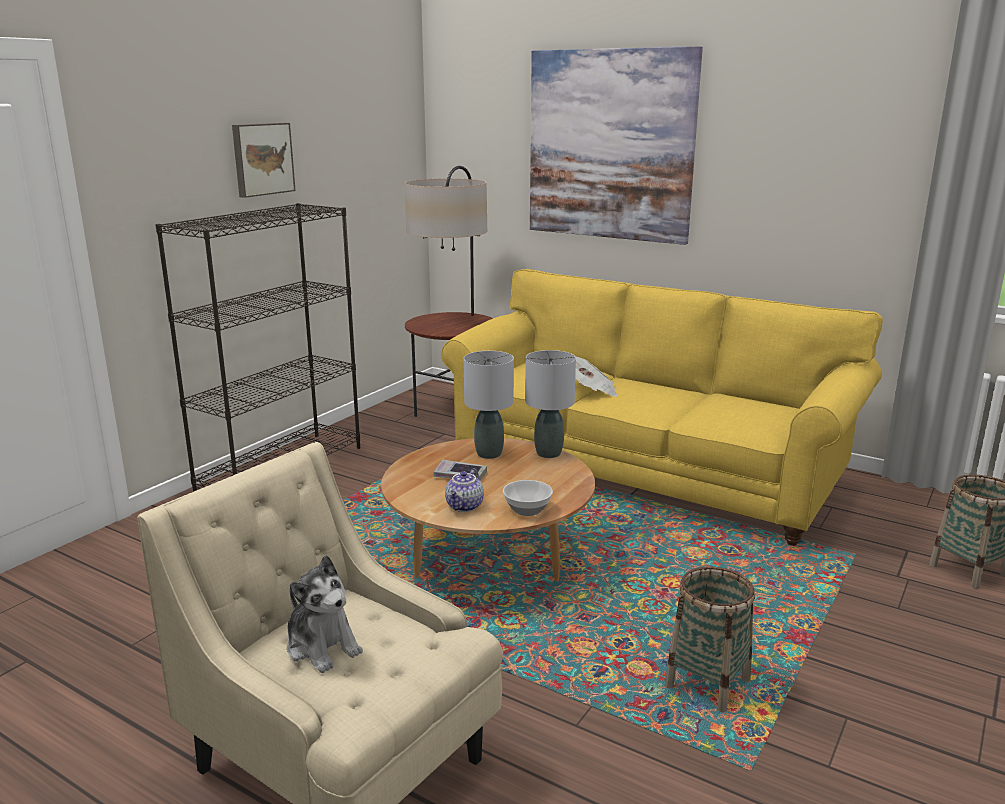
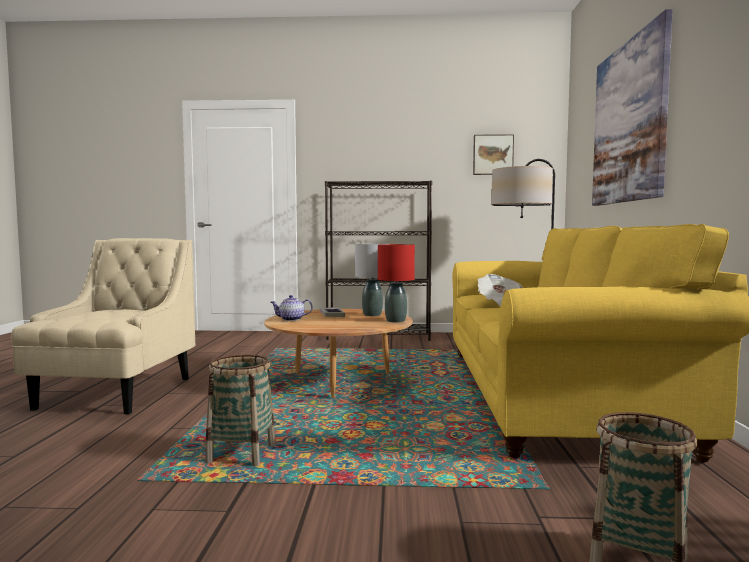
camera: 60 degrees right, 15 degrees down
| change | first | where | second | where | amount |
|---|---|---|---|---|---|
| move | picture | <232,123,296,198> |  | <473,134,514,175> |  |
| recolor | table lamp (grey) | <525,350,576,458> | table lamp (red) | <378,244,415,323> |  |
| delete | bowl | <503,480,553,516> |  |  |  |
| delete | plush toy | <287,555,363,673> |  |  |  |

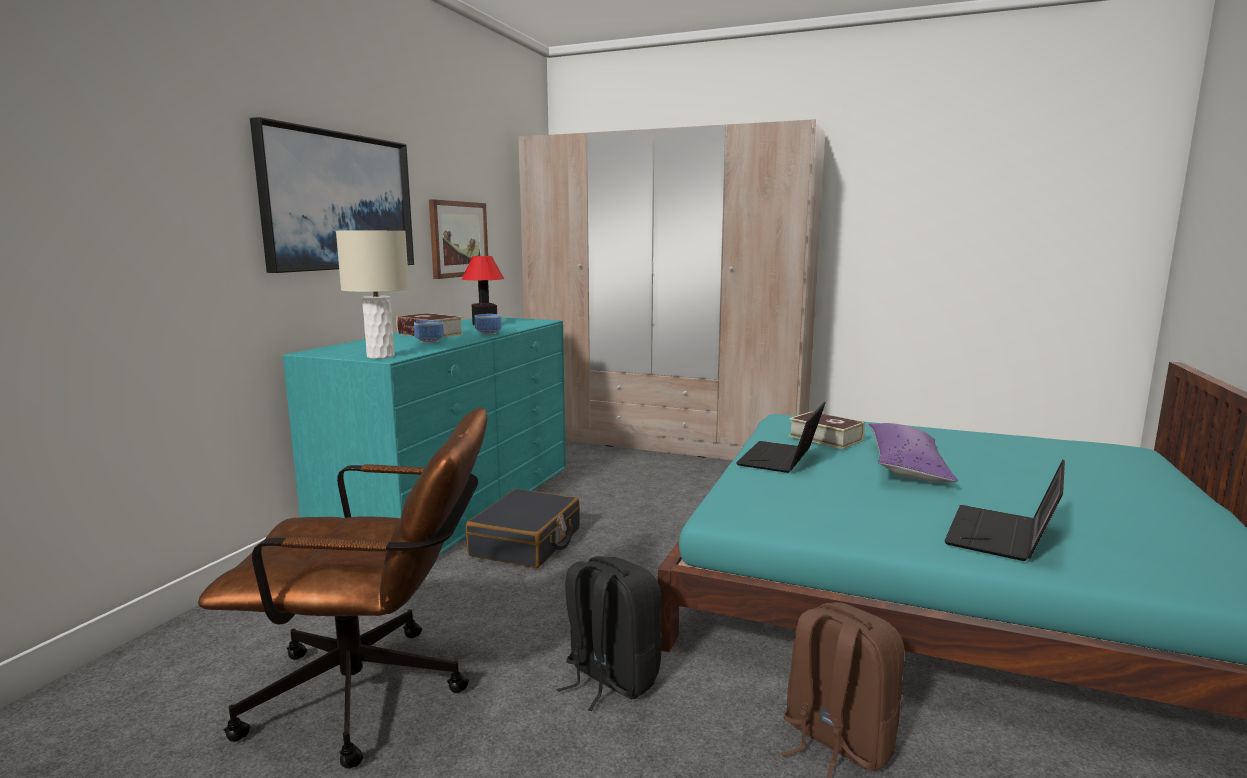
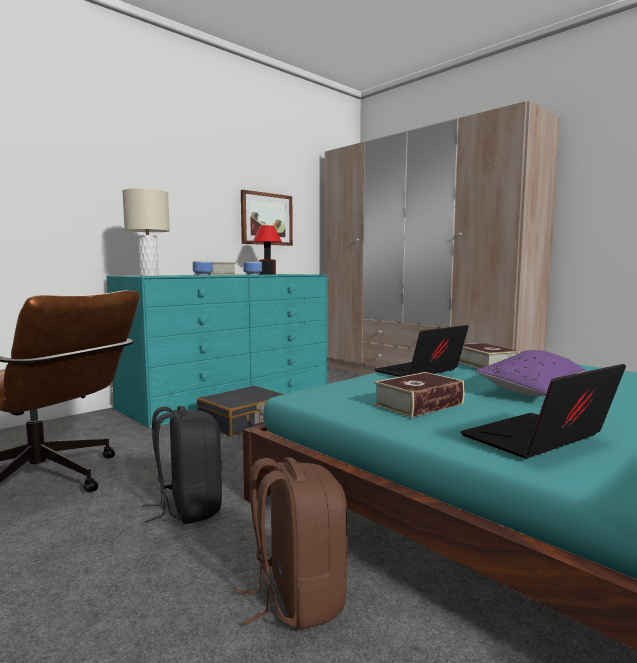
camera: 25 degrees right, 5 degrees down
| change | first | where | second | where | amount |
|---|---|---|---|---|---|
| delete | picture | <250,117,414,273> |  |  |  |
| insert |  |  | book | <374,372,465,418> |  |

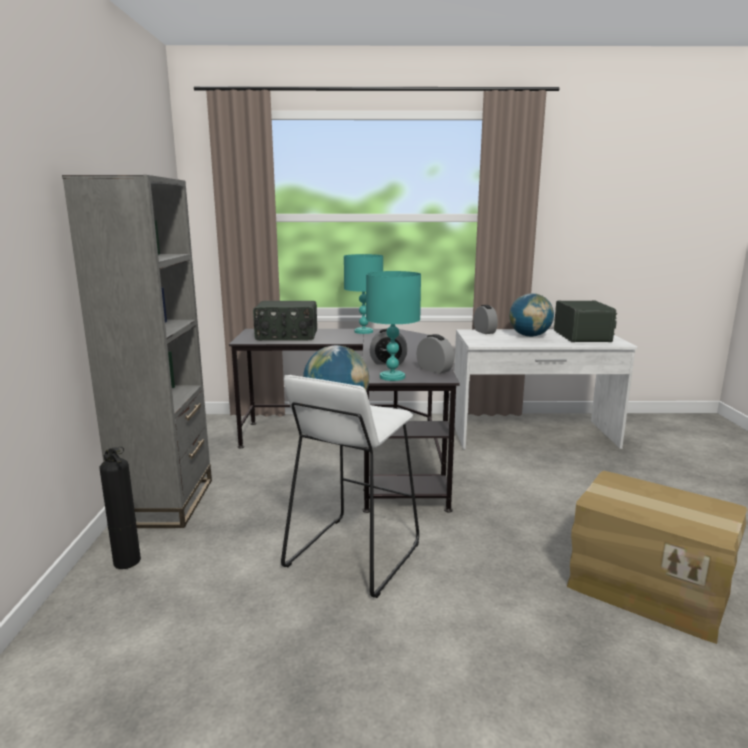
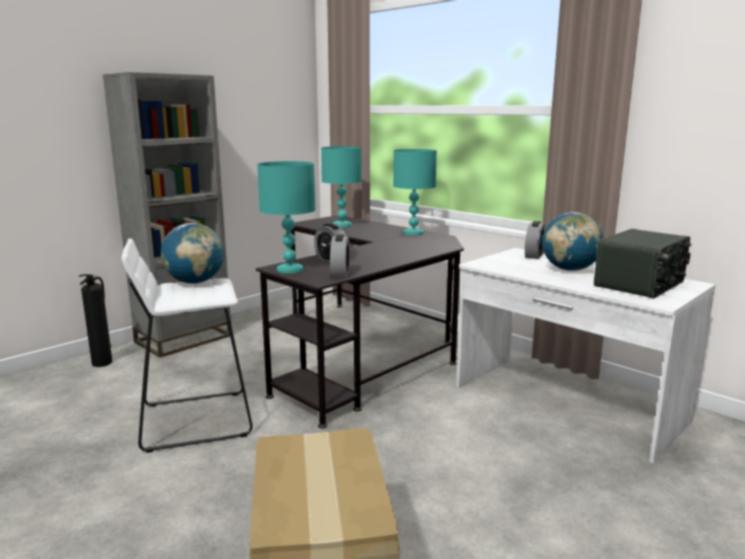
camera: 45 degrees right, 0 degrees up
| change | first | where | second | where | amount |
|---|---|---|---|---|---|
| replace | radio | <253,301,317,341> | table lamp (turquoise) | <321,146,362,227> |  |

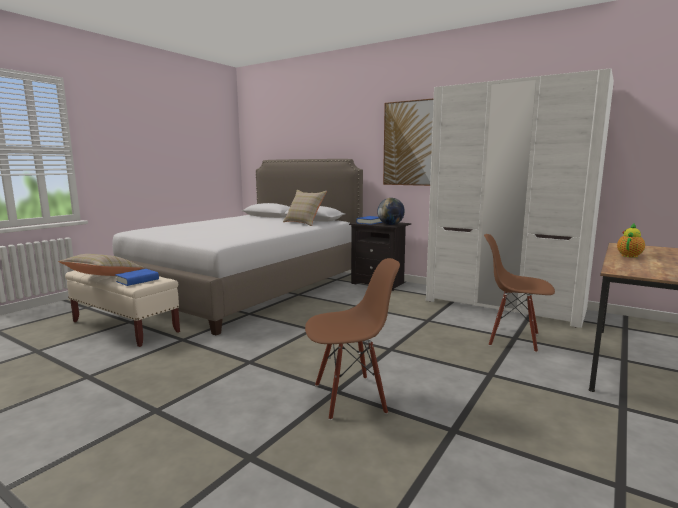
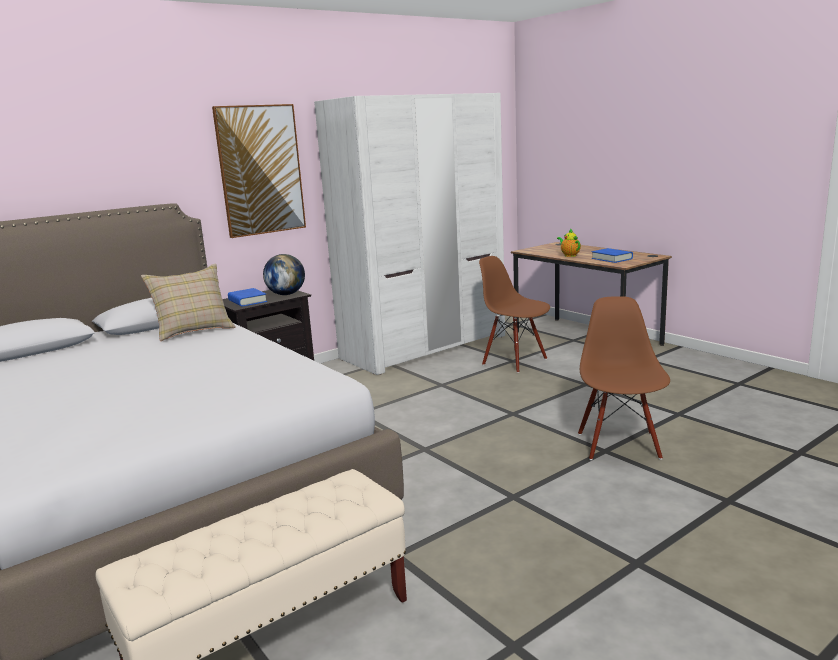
camera: 70 degrees left, 5 degrees up
| change | first | where | second | where | amount |
|---|---|---|---|---|---|
| rotate | chair (brown) | <484,234,555,352> |  | <479,256,550,373> | 90 degrees clockwise |
| delete | pillow (beige) | <58,254,144,276> |  |  |  |
| move | book (blue) | <115,269,159,286> |  | <591,248,633,263> |  |

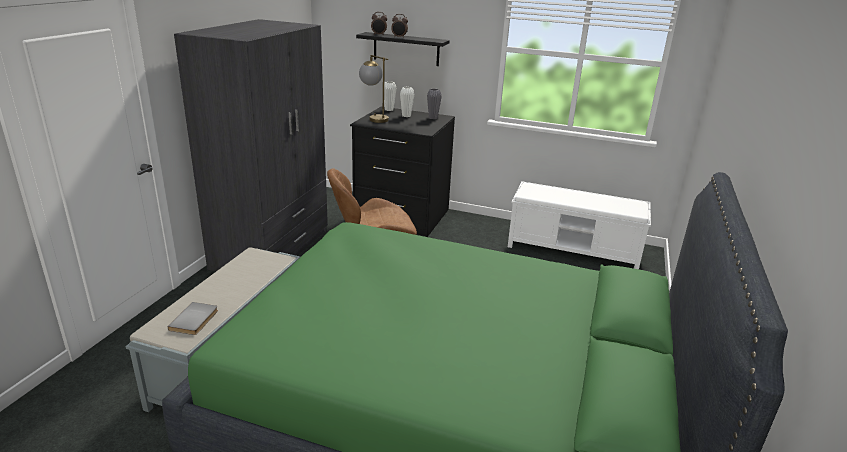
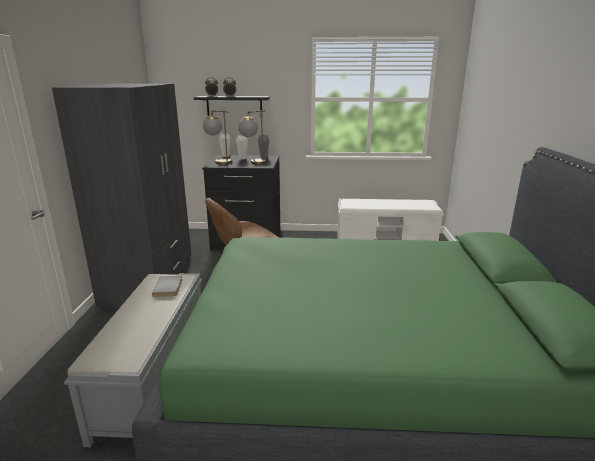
camera: 15 degrees left, 5 degrees down
| change | first | where | second | where | amount |
|---|---|---|---|---|---|
| move | book (grey) | <168,302,218,335> |  | <152,276,182,297> |  |
| insert |  |  | table lamp | <238,110,266,165> |  |

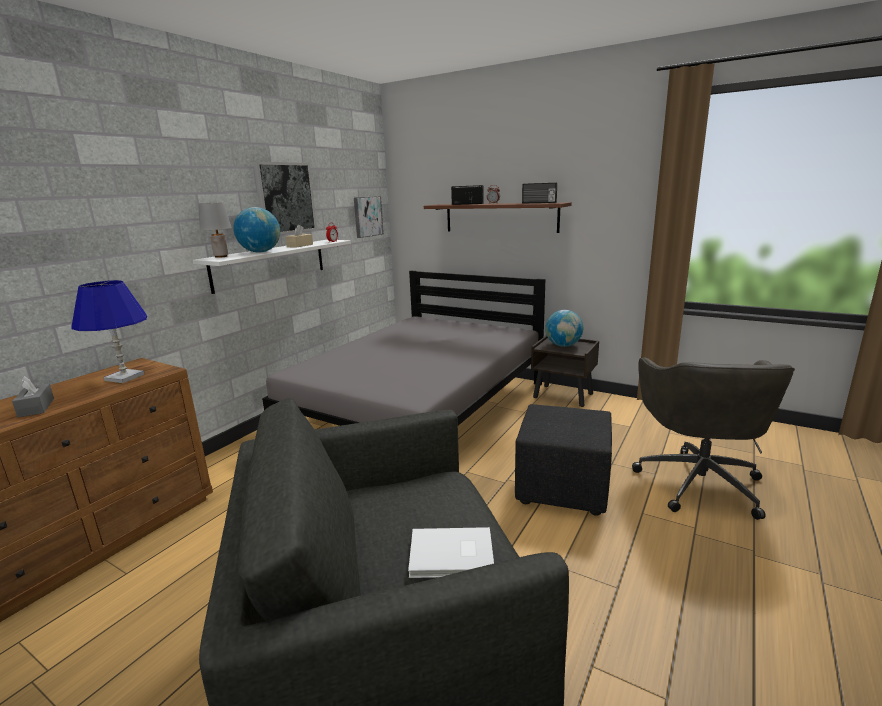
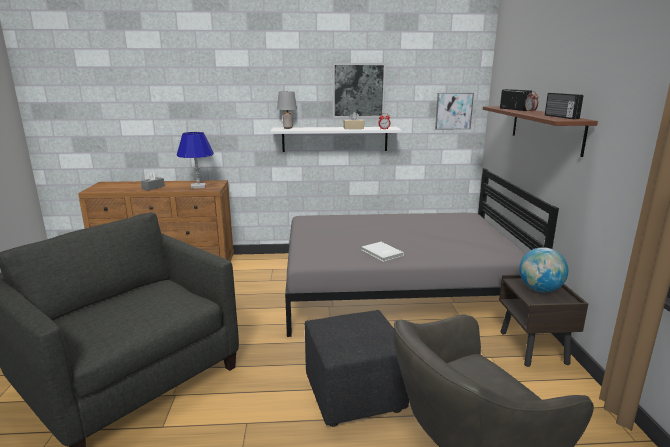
camera: 55 degrees right, 0 degrees up
| change | first | where | second | where | amount |
|---|---|---|---|---|---|
| delete | globe | <233,207,280,253> |  |  |  |
| move | book (white) | <408,527,494,578> |  | <362,242,404,262> |  |

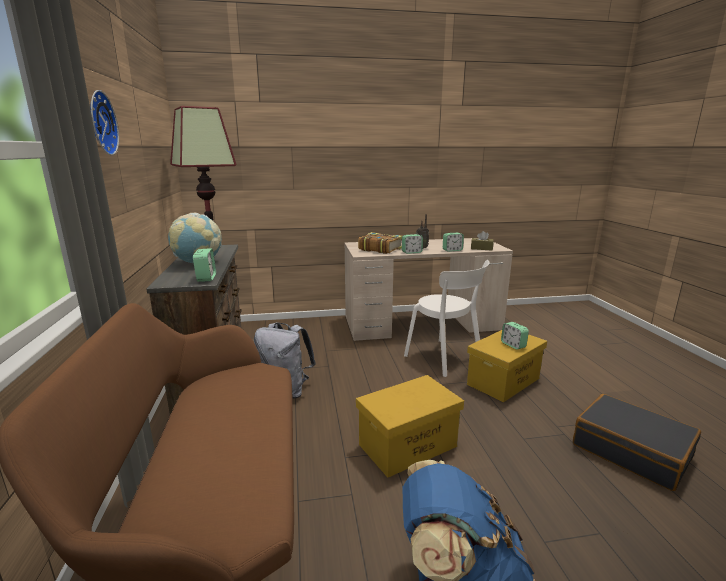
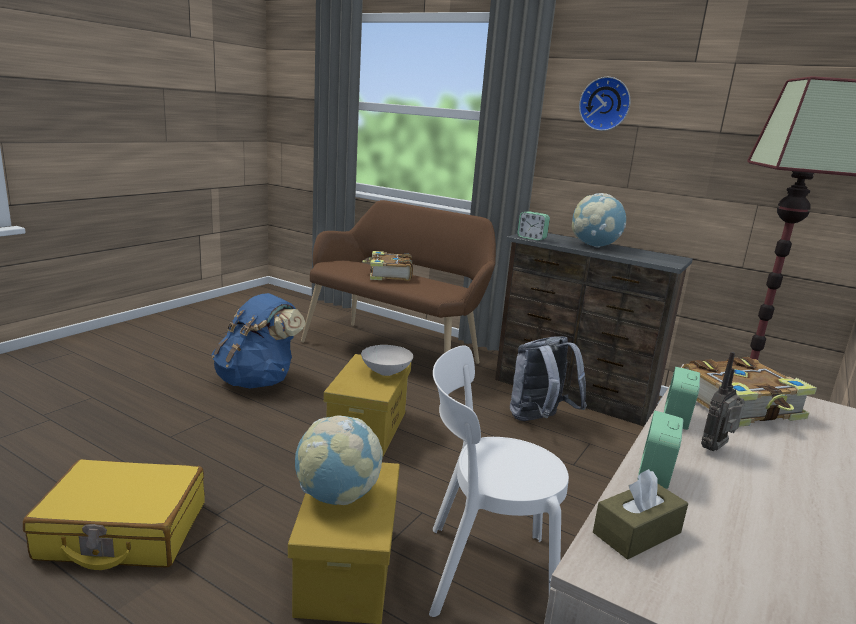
camera: 130 degrees right, 0 degrees up
| change | first | where | second | where | amount |
|---|---|---|---|---|---|
| replace | alarm clock | <501,322,529,349> | globe | <295,415,383,505> |  |
| recolor | suitcase (black) | <573,394,701,491> | suitcase (yellow) | <23,459,205,570> |  |
| insert |  |  | book | <362,251,413,281> |  |
| insert |  |  | bowl (white) | <361,345,413,376> |  |

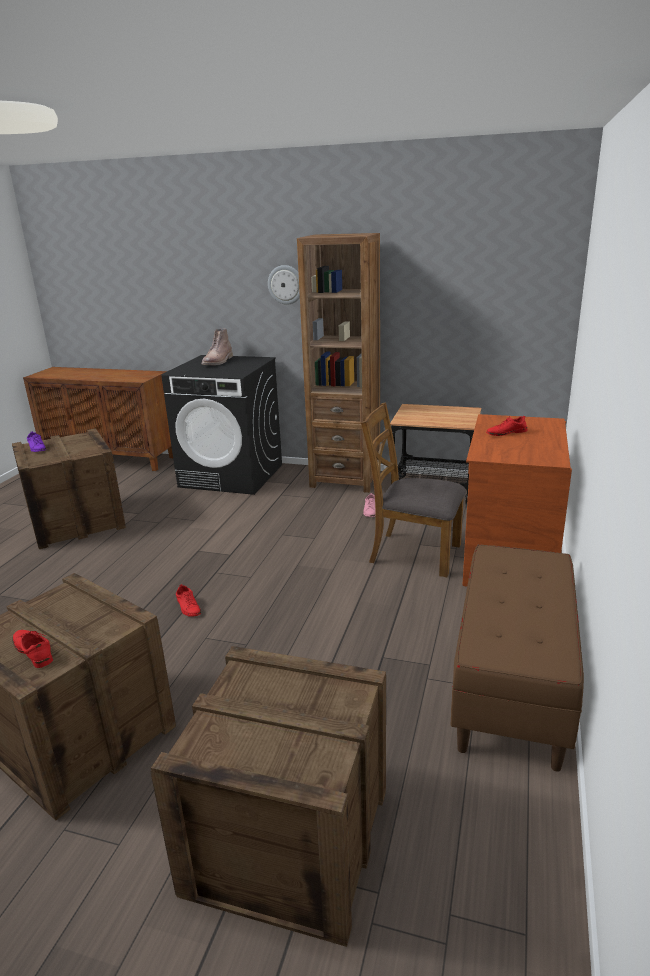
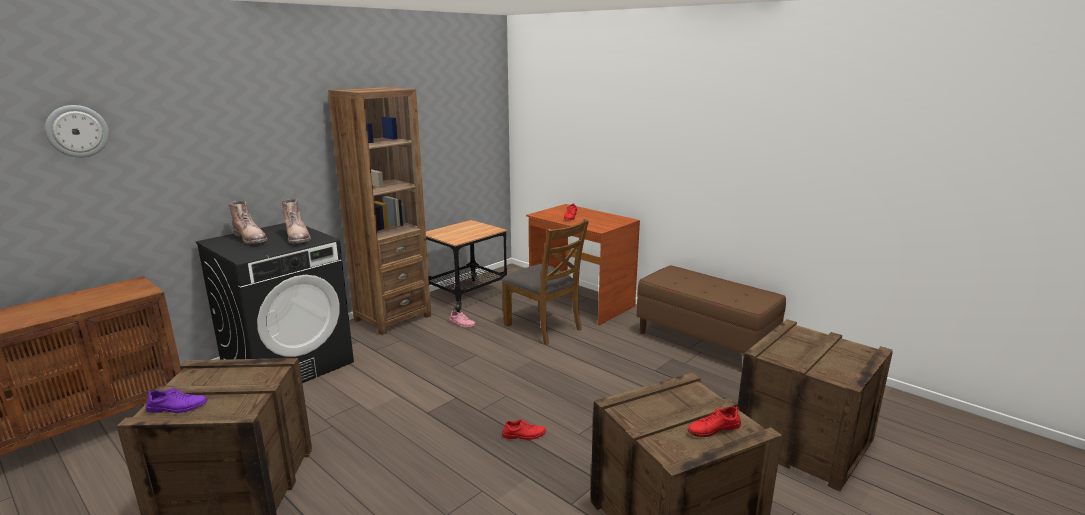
camera: 65 degrees left, 5 degrees down
| change | first | where | second | where | amount |
|---|---|---|---|---|---|
| move | wall clock | <268,265,300,305> |  | <45,105,109,158> |  |
| rotate | chair (brown) | <361,402,466,577> |  | <502,219,589,345> | 90 degrees counterclockwise |
| insert |  |  | boot (brown) | <282,199,311,243> |  |

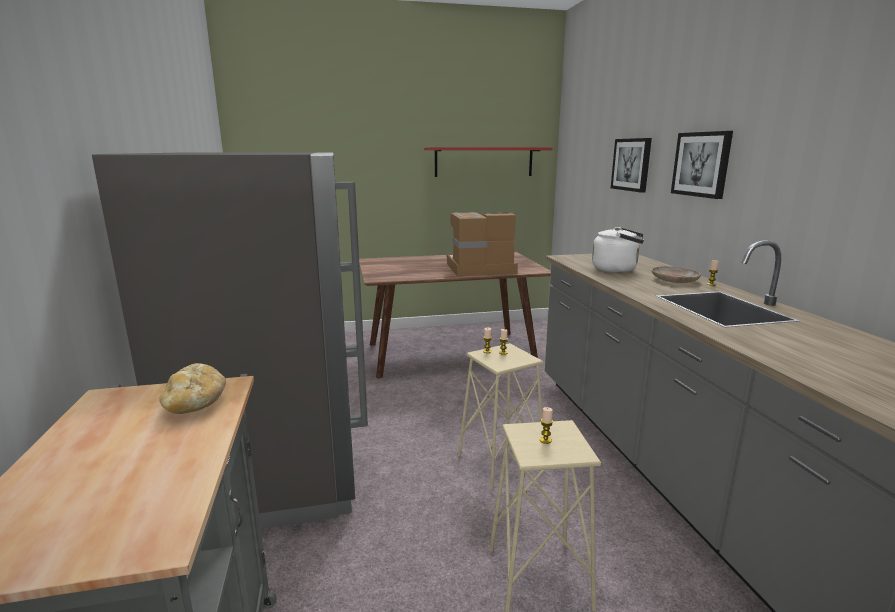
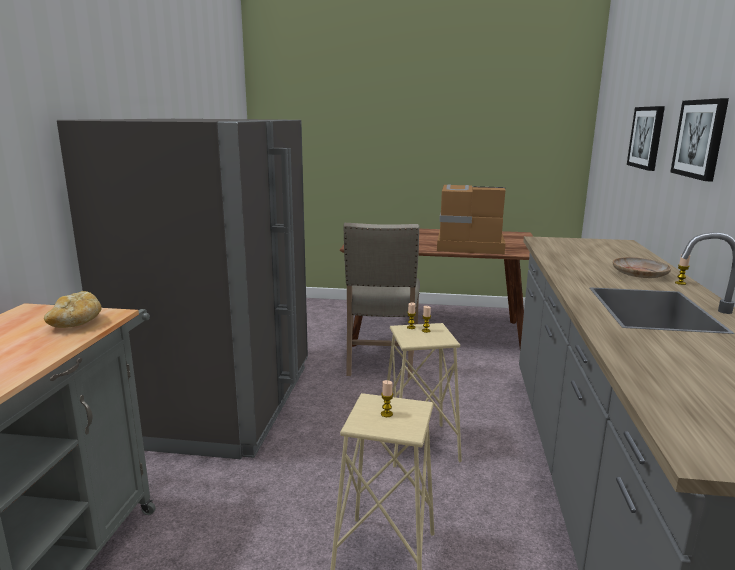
camera: 20 degrees right, 0 degrees up
| change | first | where | second | where | amount |
|---|---|---|---|---|---|
| delete | shelf (red) | <424,147,553,177> |  |  |  |
| delete | kettle (white) | <592,227,644,273> |  |  |  |
| insert |  |  | chair (beige) | <343,223,420,378> |  |

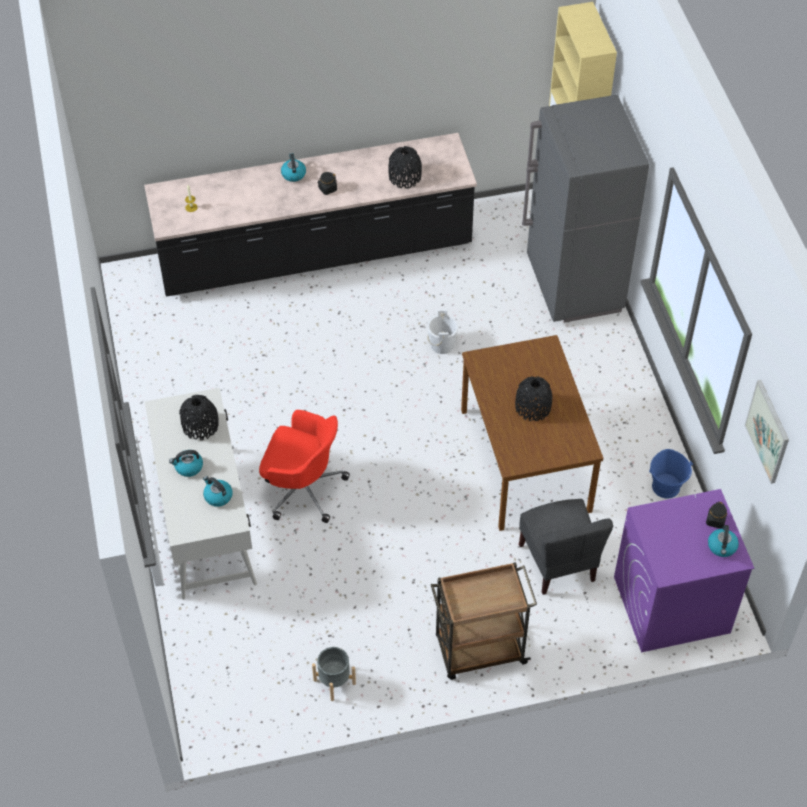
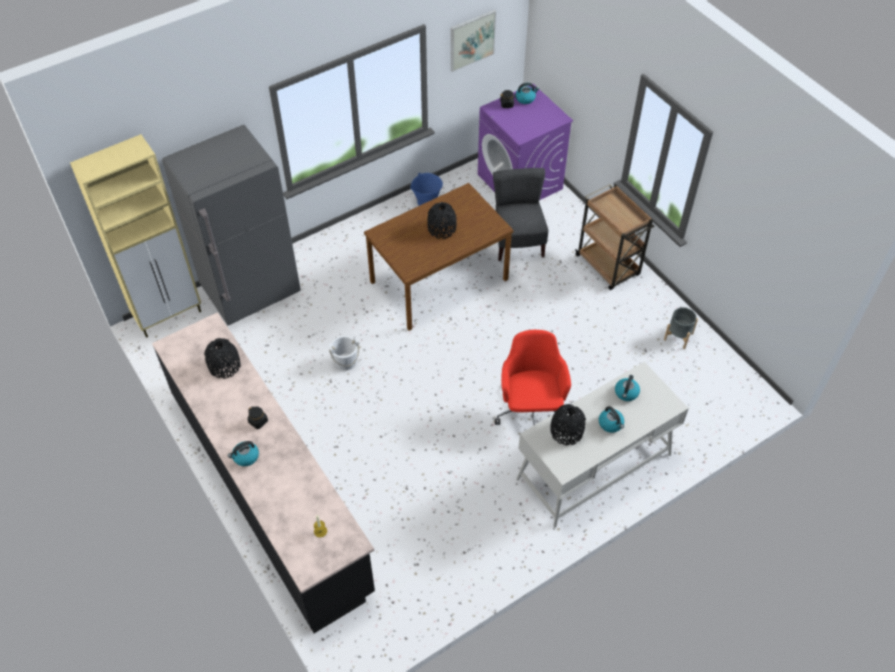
camera: 110 degrees left, 0 degrees up
| change | first | where | second | where | amount |
|---|---|---|---|---|---|
| rotate | chair (grey) | <519,499,613,595> |  | <493,168,549,261> | 60 degrees counterclockwise |

